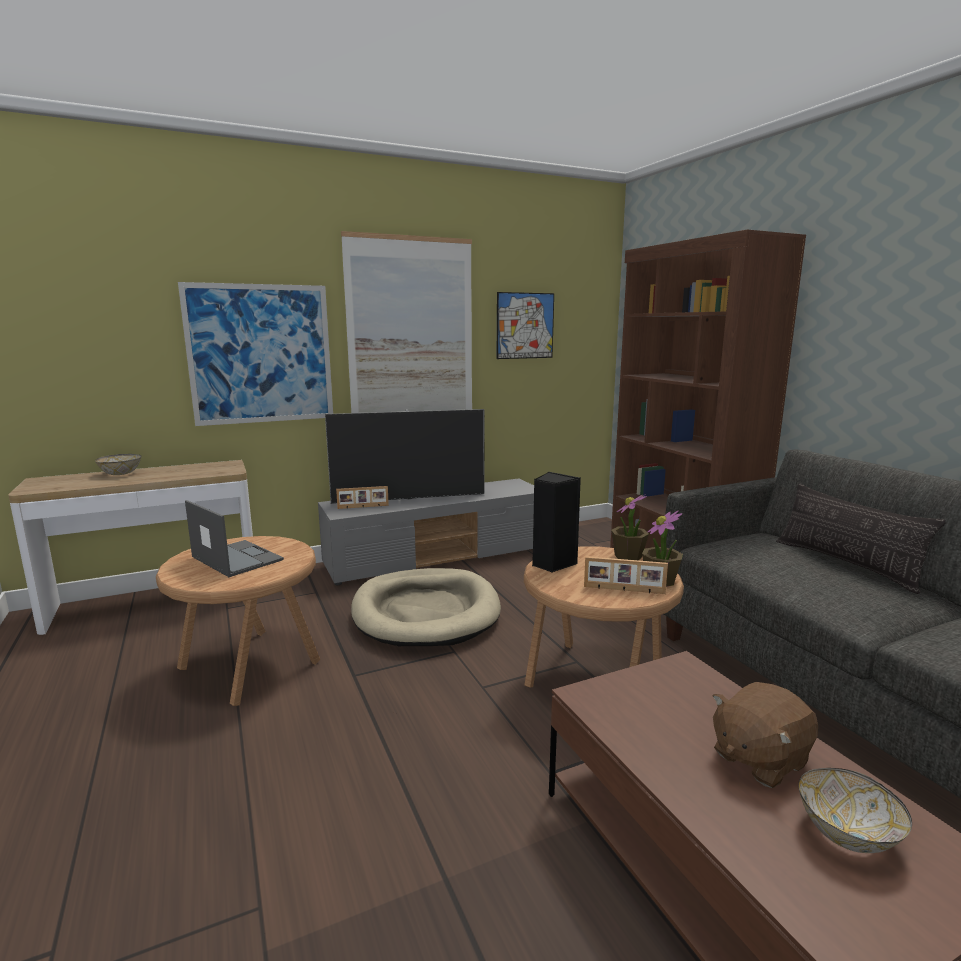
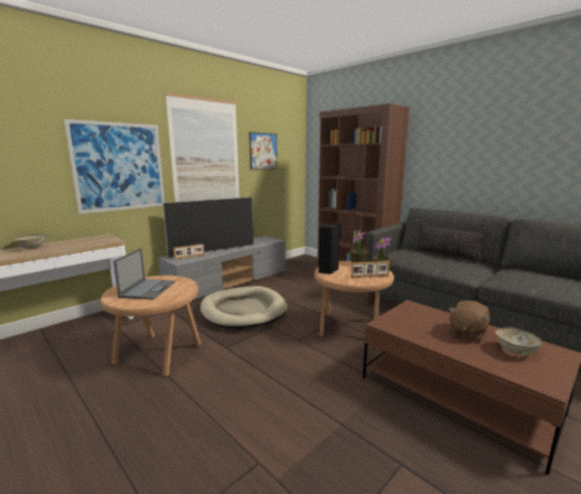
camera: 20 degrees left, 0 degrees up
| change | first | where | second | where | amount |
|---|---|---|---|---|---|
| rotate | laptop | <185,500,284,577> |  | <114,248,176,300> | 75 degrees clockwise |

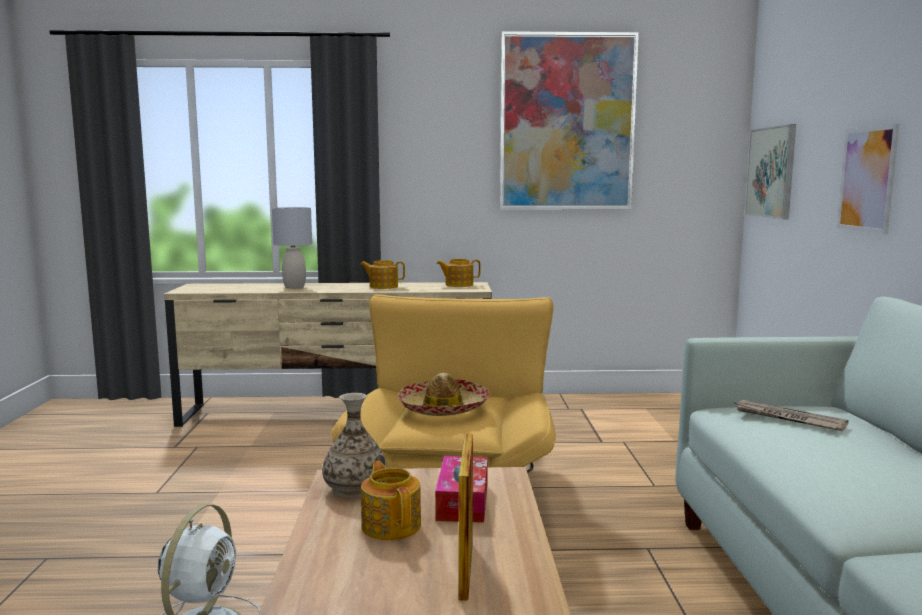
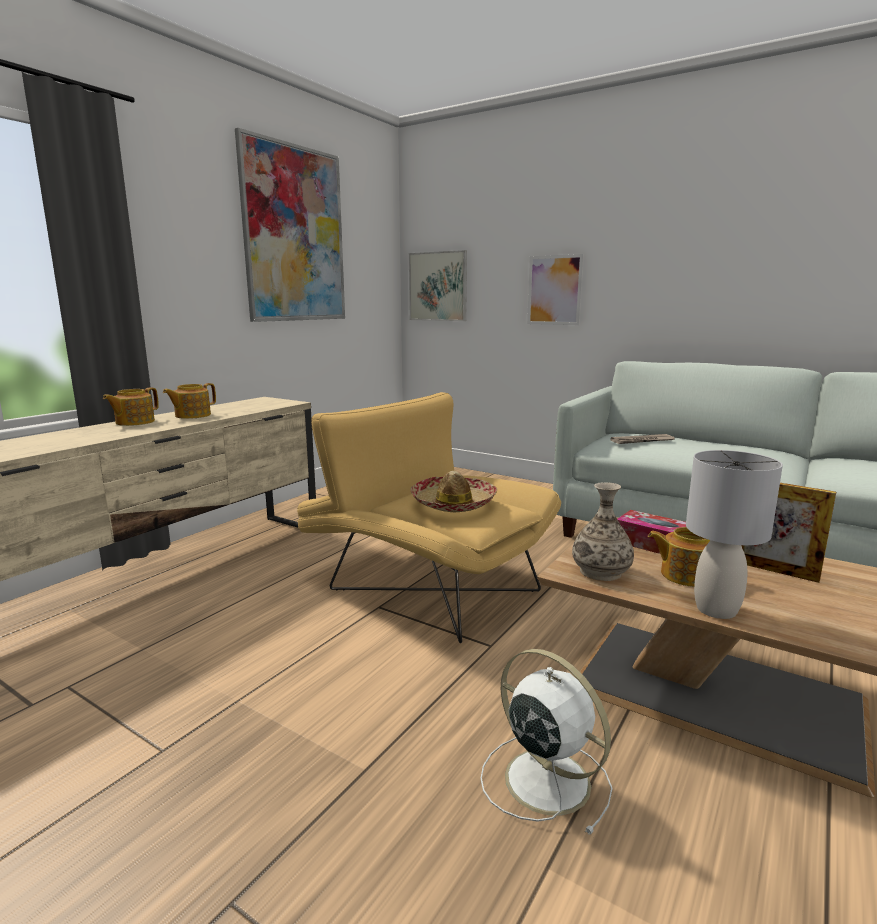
camera: 55 degrees left, 5 degrees up
| change | first | where | second | where | amount |
|---|---|---|---|---|---|
| move | table lamp (grey) | <272,207,312,288> |  | <686,450,783,619> |  |
| move | teapot | <436,259,481,287> |  | <103,387,159,426> |  |

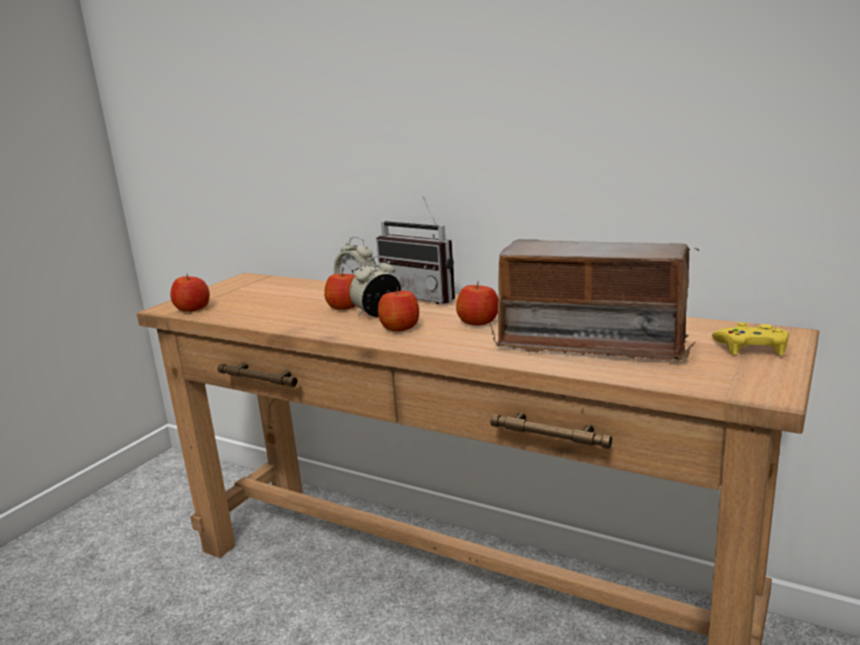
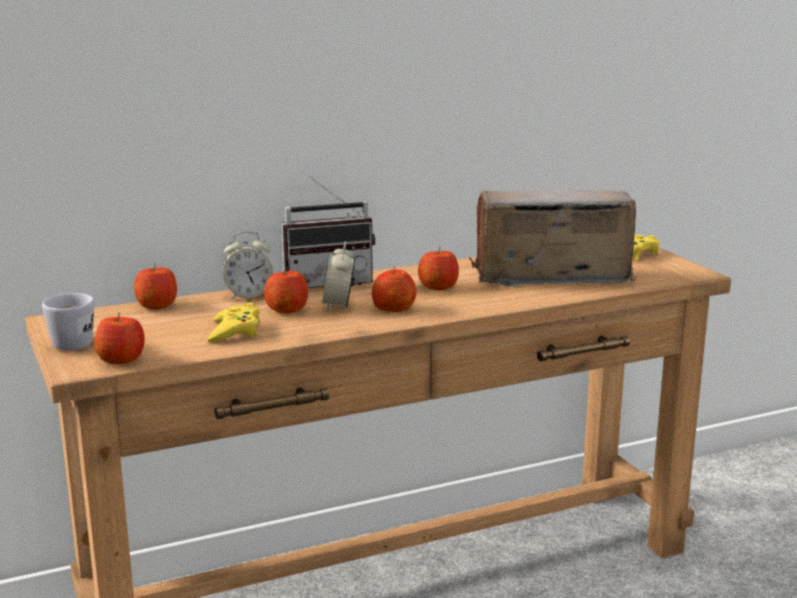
camera: 55 degrees left, 0 degrees up
| change | first | where | second | where | amount |
|---|---|---|---|---|---|
| rotate | radio | <490,239,699,361> |  | <469,190,637,287> | 150 degrees counterclockwise |
| insert |  |  | apple | <134,263,177,309> |  |
| insert |  |  | mug (white) | <42,293,94,351> |  |
| insert |  |  | game controller (yellow) | <207,303,260,342> |  |

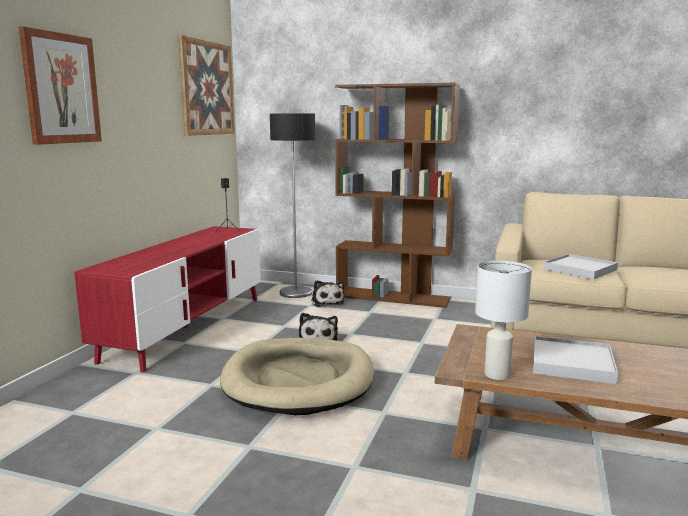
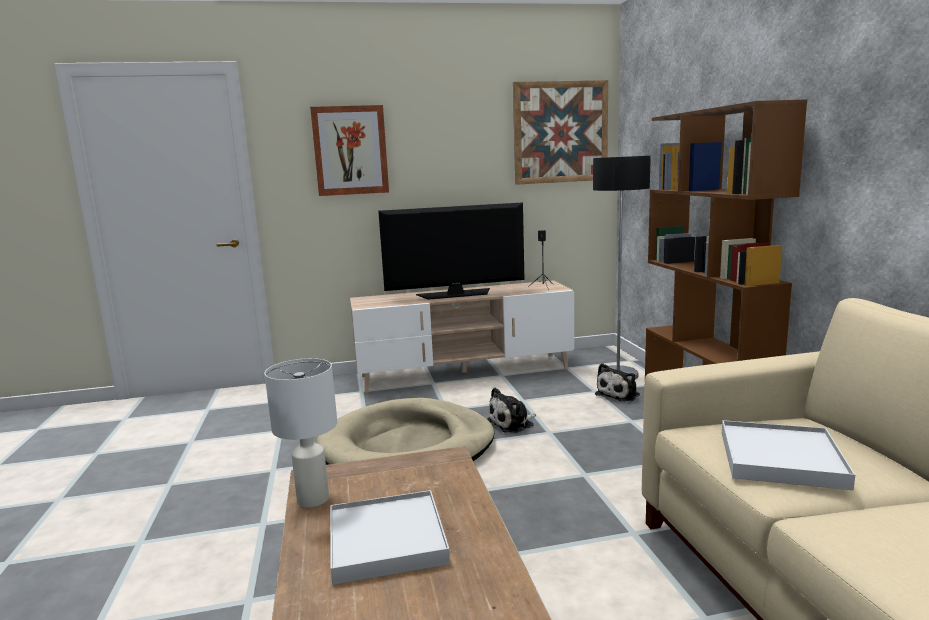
camera: 60 degrees right, 0 degrees up
| change | first | where | second | where | amount |
|---|---|---|---|---|---|
| recolor | tv stand (red) | <74,226,261,372> | tv stand (beige) | <350,280,574,393> |  |
| insert |  |  | television | <378,202,525,300> |  |

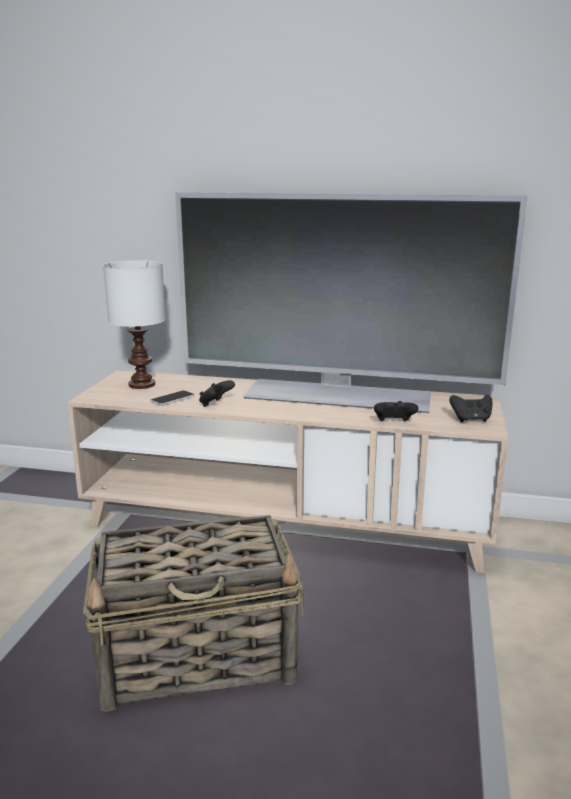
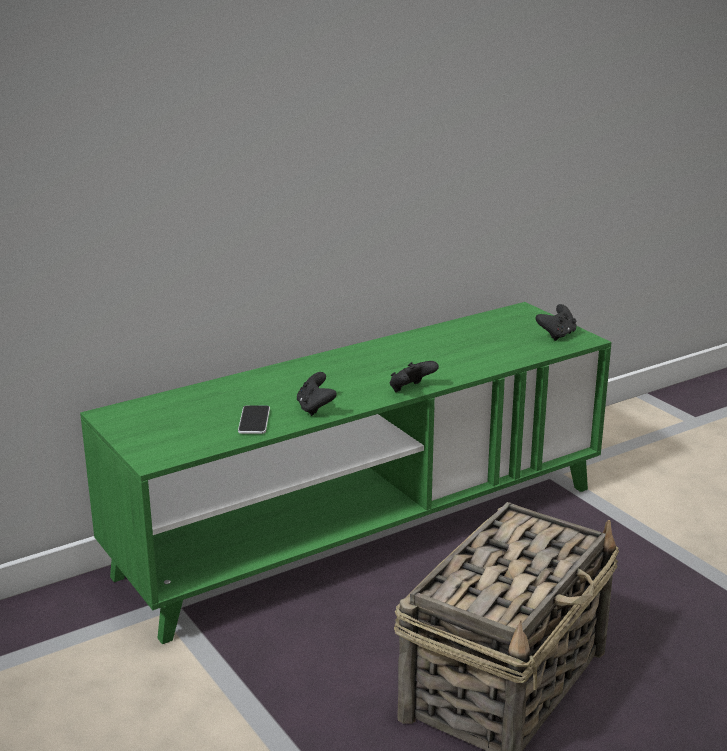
camera: 45 degrees left, 5 degrees up
| change | first | where | second | where | amount |
|---|---|---|---|---|---|
| delete | television | <175,192,528,413> |  |  |  |
| delete | table lamp (white) | <103,260,166,389> |  |  |  |
| recolor | tv stand (beige) | <67,370,509,573> | tv stand (green) | <80,302,612,644> |  |
| move | game controller (black) | <374,401,418,421> |  | <390,361,439,392> |  |

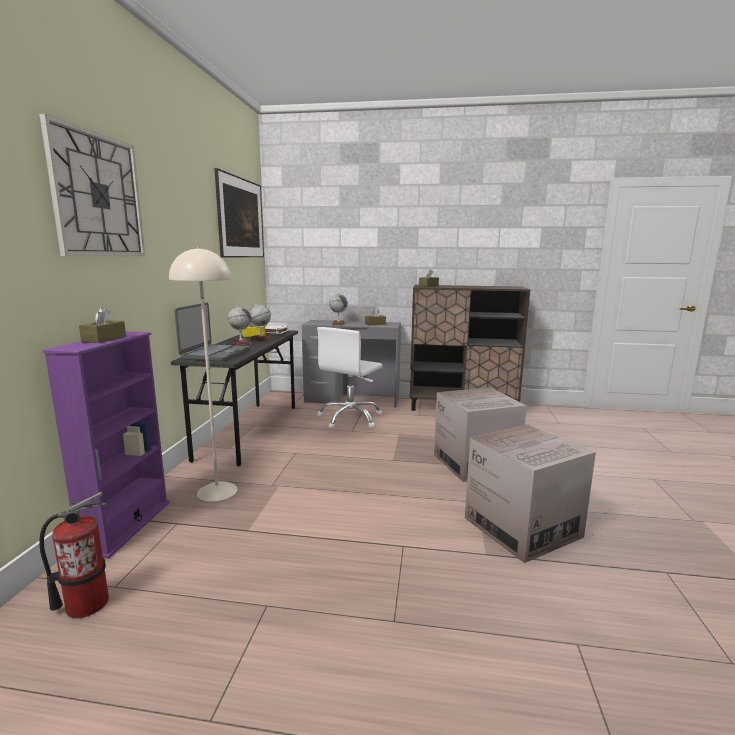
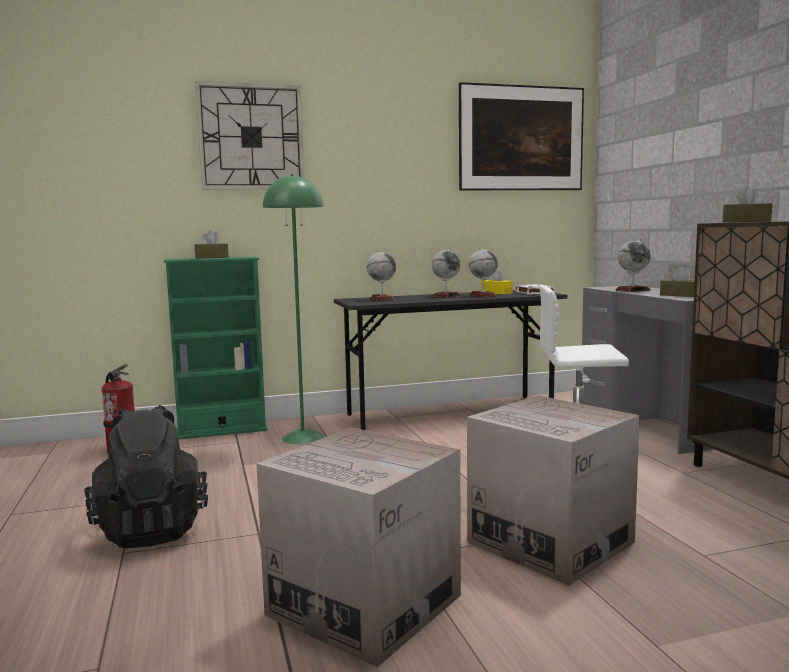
camera: 65 degrees right, 5 degrees down
| change | first | where | second | where | amount |
|---|---|---|---|---|---|
| recolor | floor lamp (beige) | <169,247,238,502> | floor lamp (green) | <263,174,324,444> |  |
| replace | laptop | <174,303,250,361> | globe | <367,250,396,301> |  |
| recolor | bookcase (purple) | <43,331,170,559> | bookcase (green) | <164,257,268,440> |  |
| insert |  |  | backpack (black) | <84,405,208,549> |  |

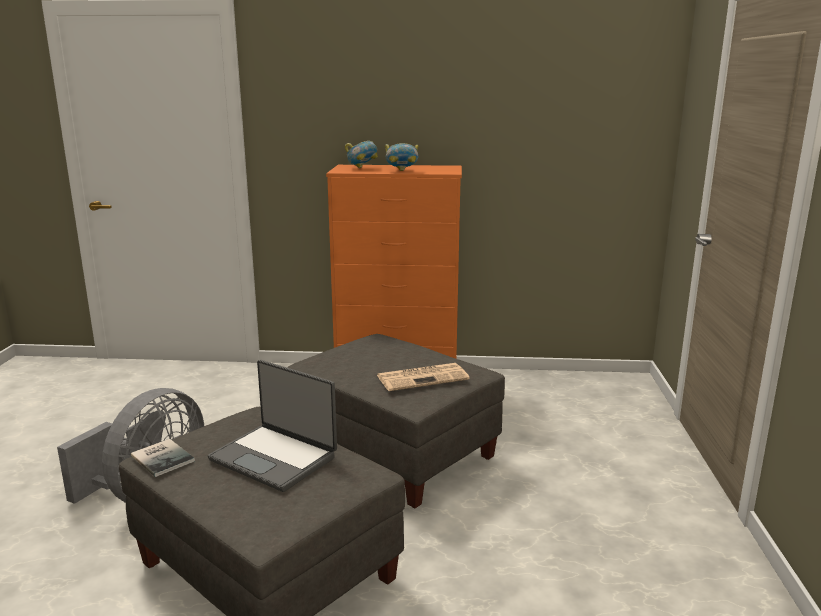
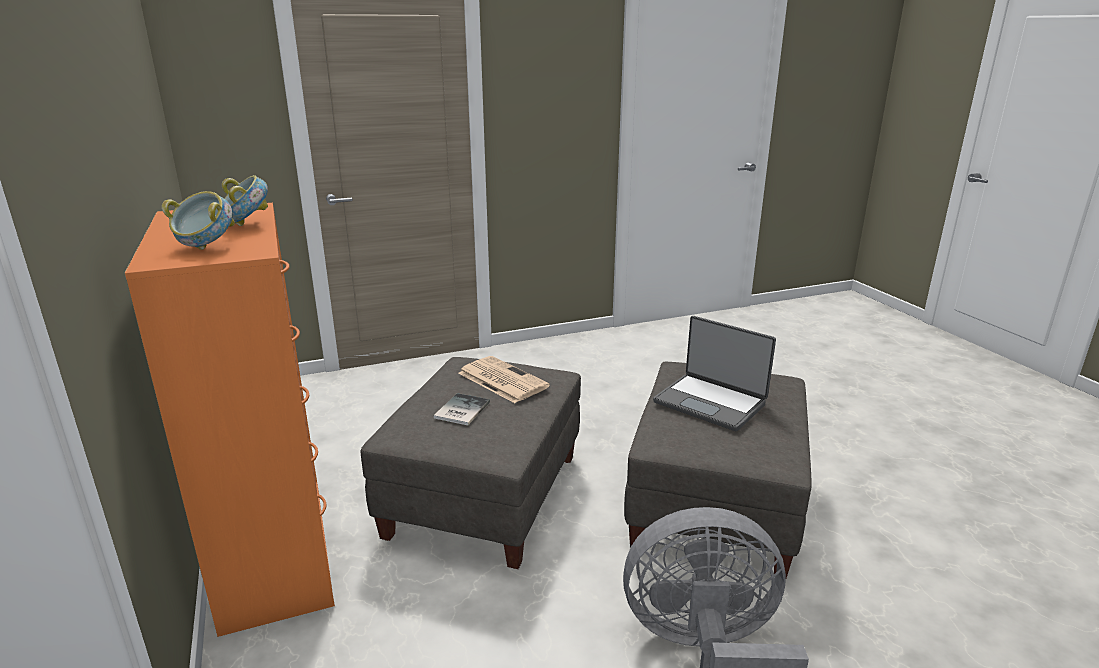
camera: 115 degrees left, 5 degrees up
| change | first | where | second | where | amount |
|---|---|---|---|---|---|
| rotate | laptop | <208,360,337,492> |  | <653,316,776,431> | 120 degrees clockwise |
| move | book | <131,439,195,477> |  | <434,393,490,425> |  |

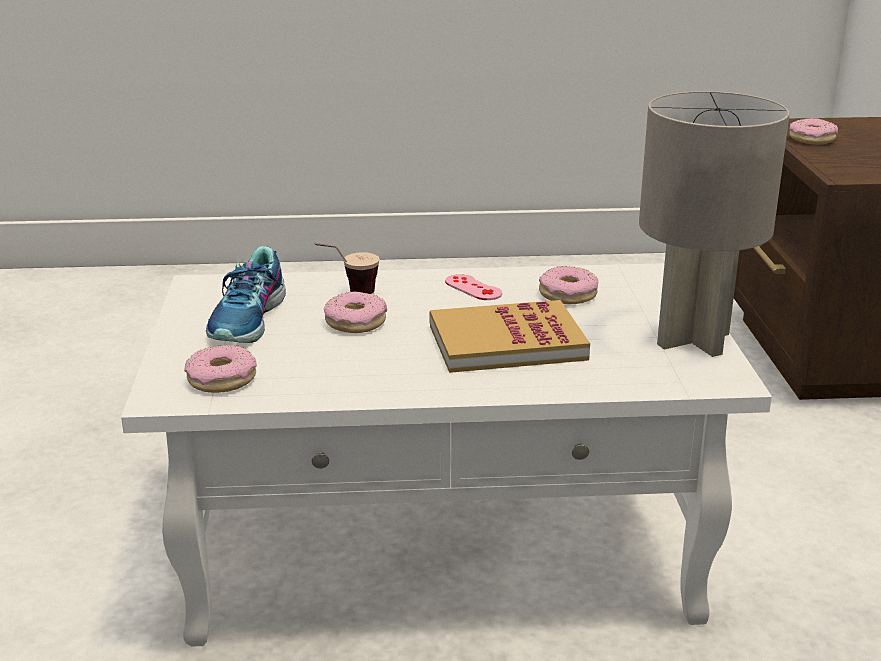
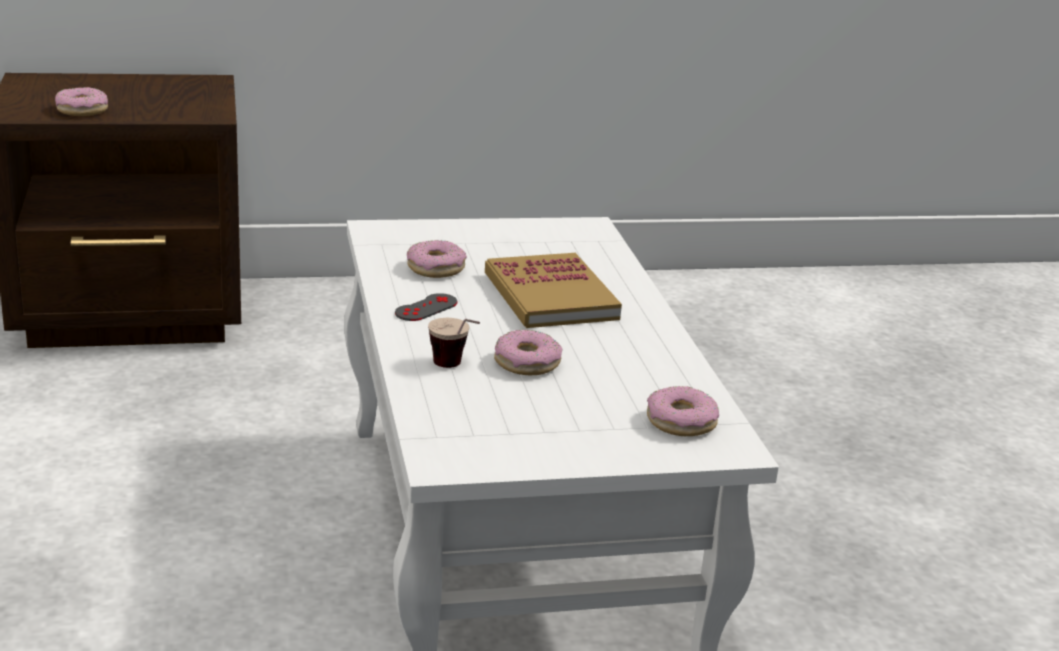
camera: 100 degrees left, 0 degrees up
| change | first | where | second | where | amount |
|---|---|---|---|---|---|
| delete | table lamp (grey) | <639,91,790,357> |  |  |  |
| delete | shoe | <206,246,286,343> |  |  |  |
| recolor | game controller (pink) | <445,274,502,300> | game controller (grey) | <395,293,458,321> |  |

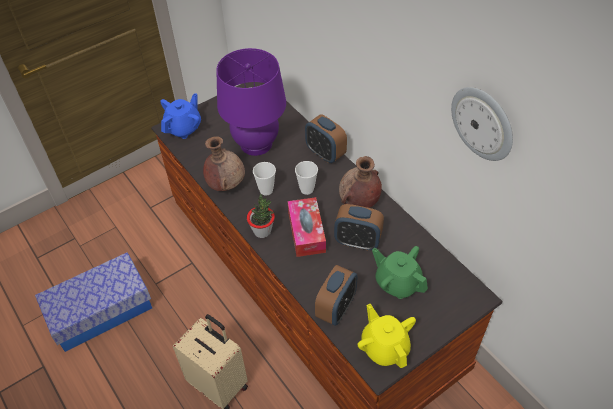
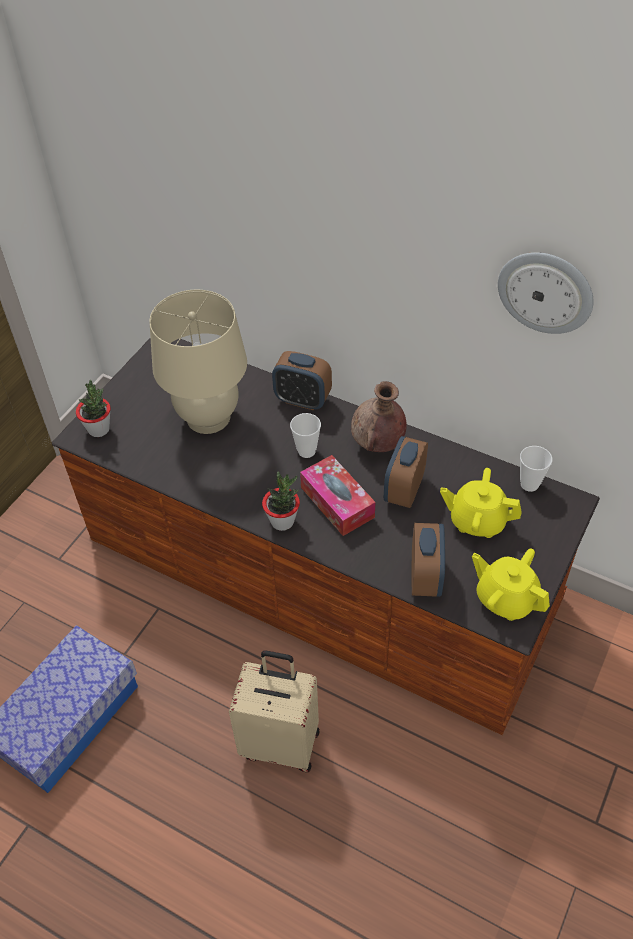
camera: 25 degrees left, 0 degrees up
| change | first | where | second | where | amount |
|---|---|---|---|---|---|
| recolor | table lamp (purple) | <216,48,286,156> | table lamp (beige) | <149,290,247,434> |  |
| replace | teapot (blue) | <160,93,201,139> | potted plant | <76,380,111,437> |  |
| delete | vase (brown) | <203,136,245,191> |  |  |  |
| move | cup | <253,162,276,196> |  | <520,446,552,492> |  |
| rotate | alarm clock | <334,204,384,250> |  | <384,436,428,508> | 120 degrees clockwise |
| recolor | teapot (green) | <372,246,428,299> | teapot (yellow) | <440,468,522,538> |  |

